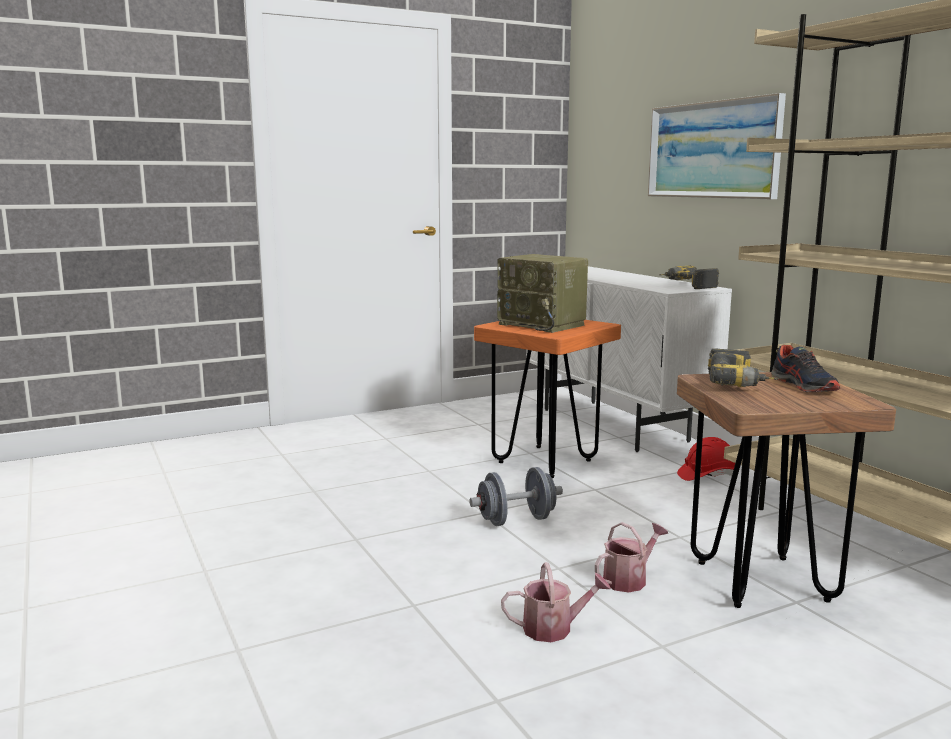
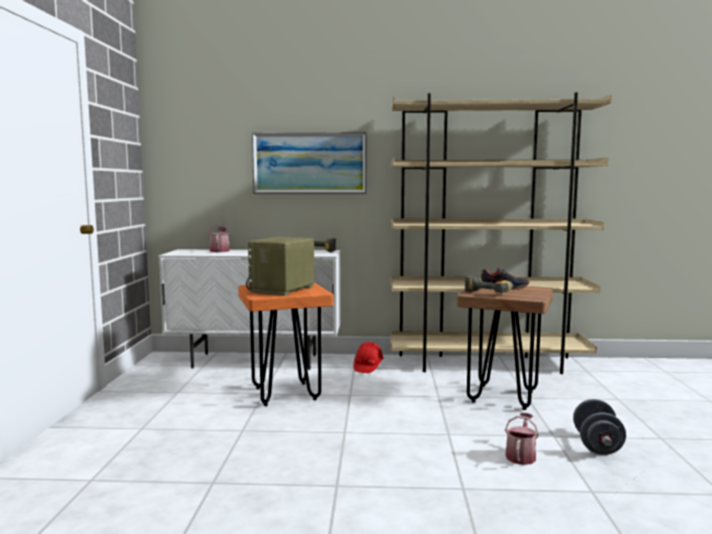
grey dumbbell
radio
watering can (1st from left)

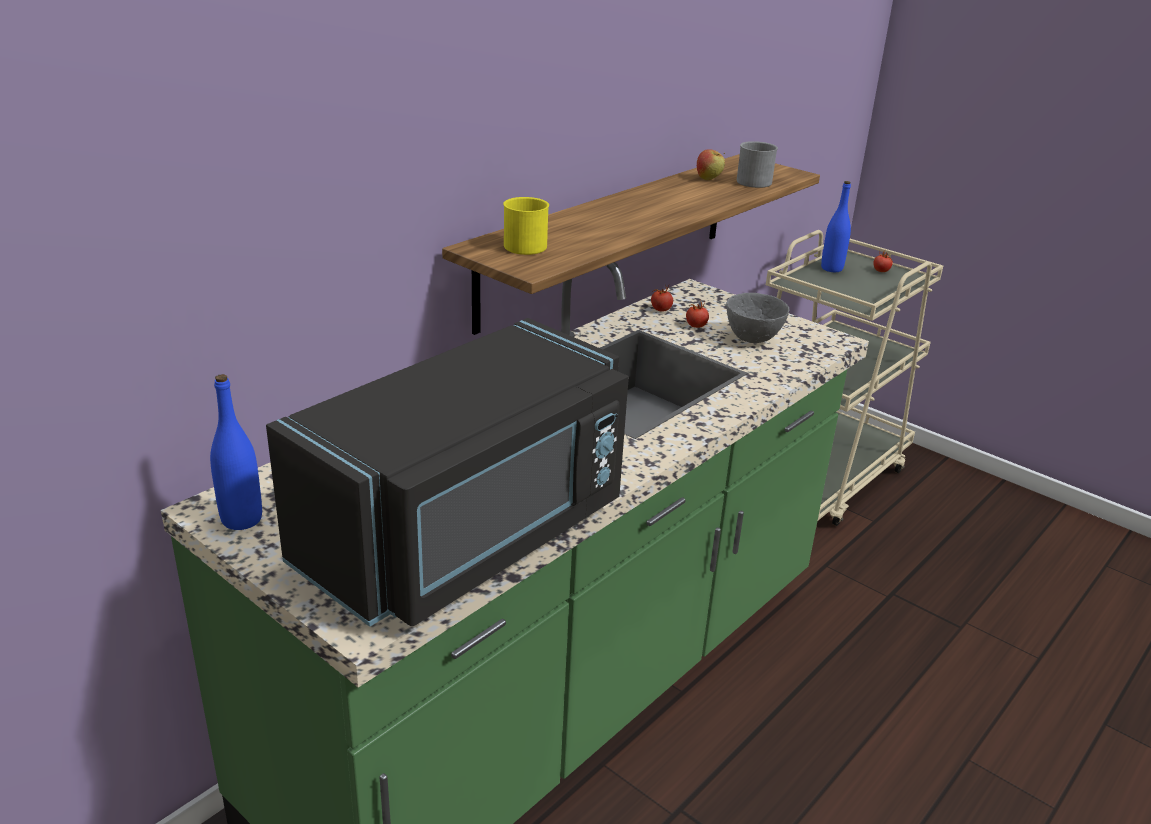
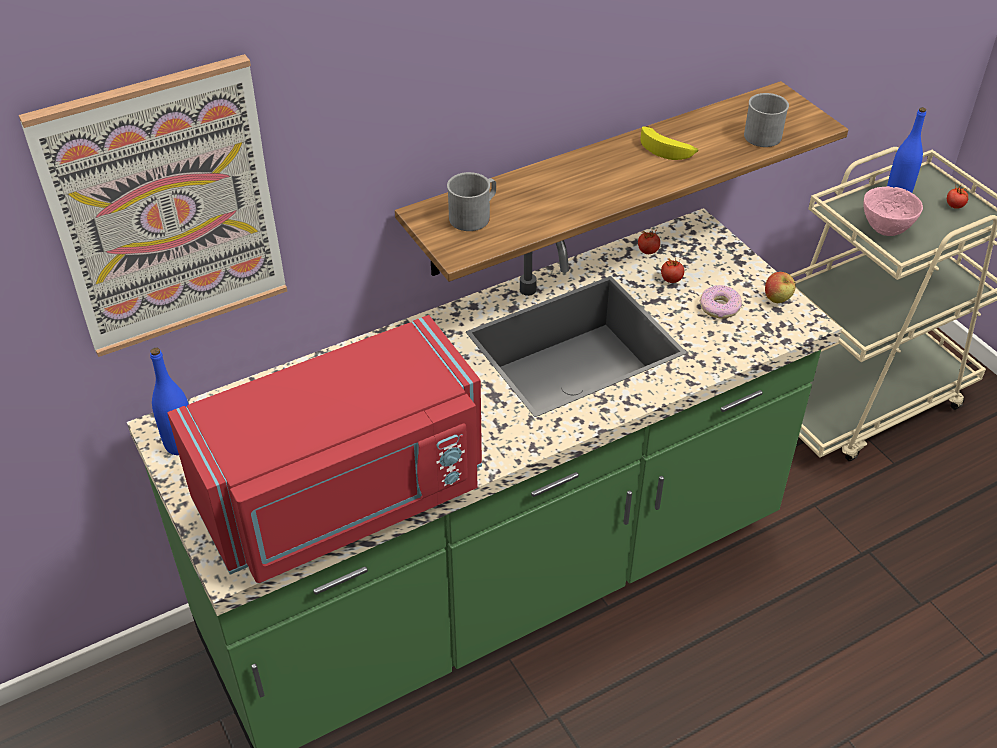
red microwave
grey mug (1st from left)
apple
donut
picture
banana
pink bowl

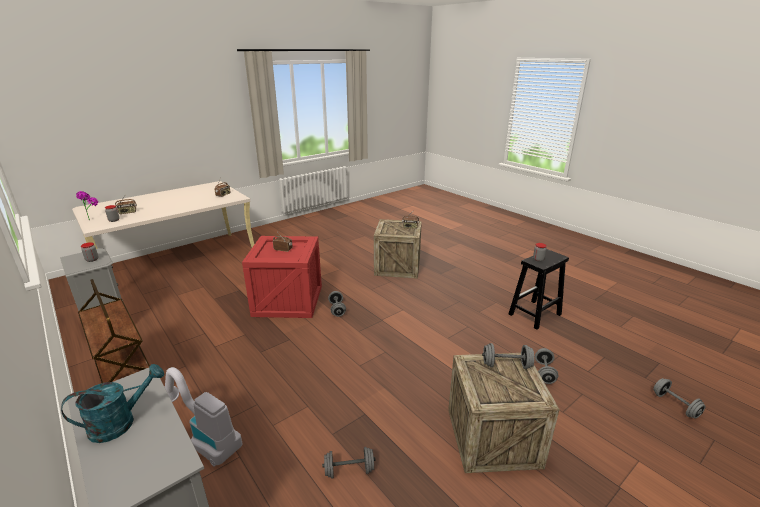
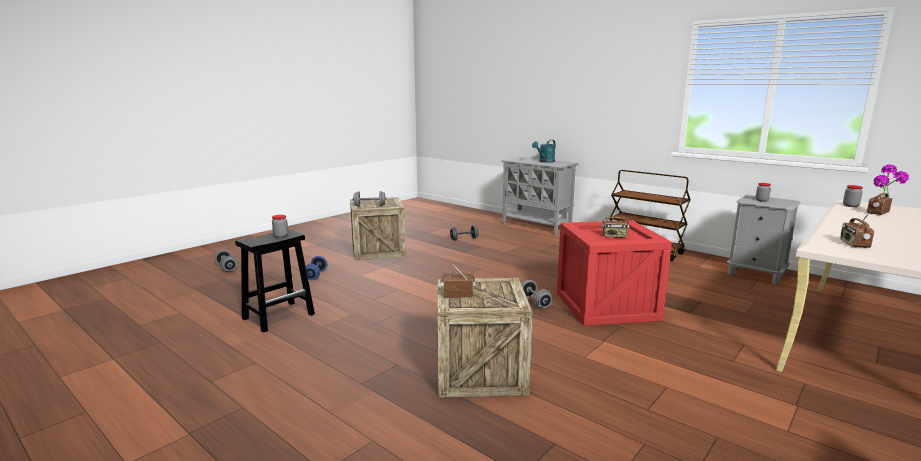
vacuum cleaner
blue dumbbell

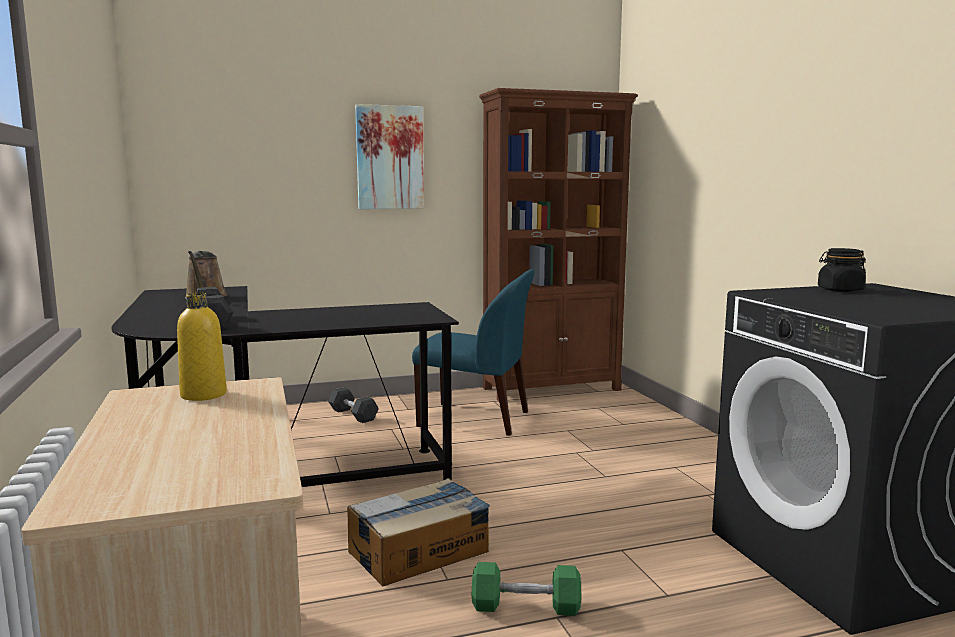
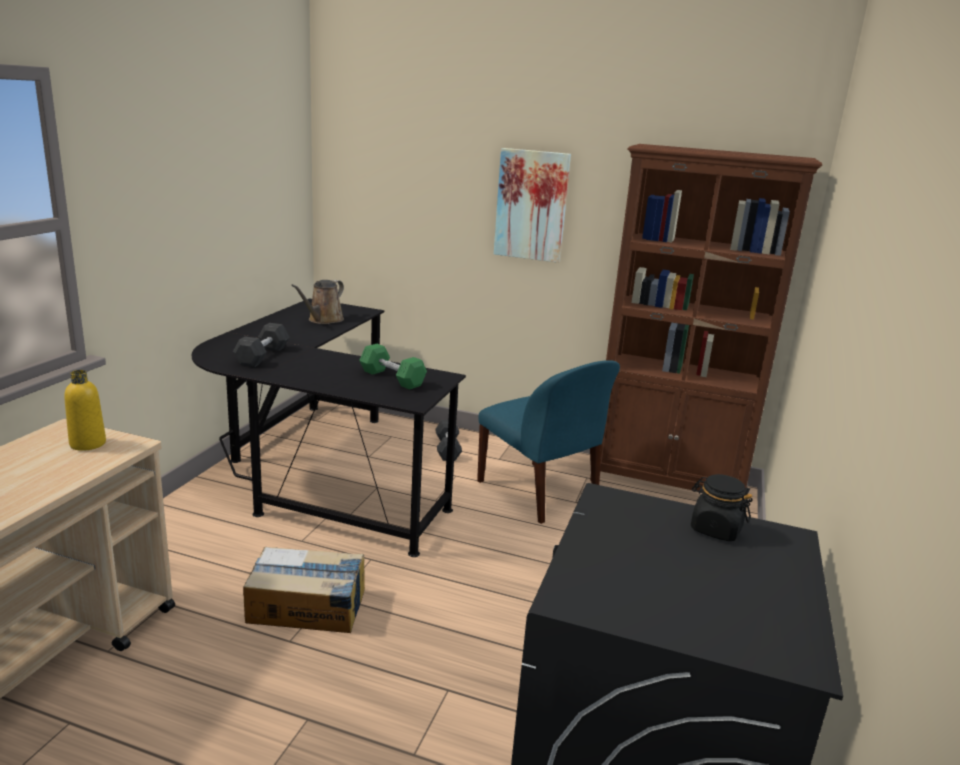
green dumbbell

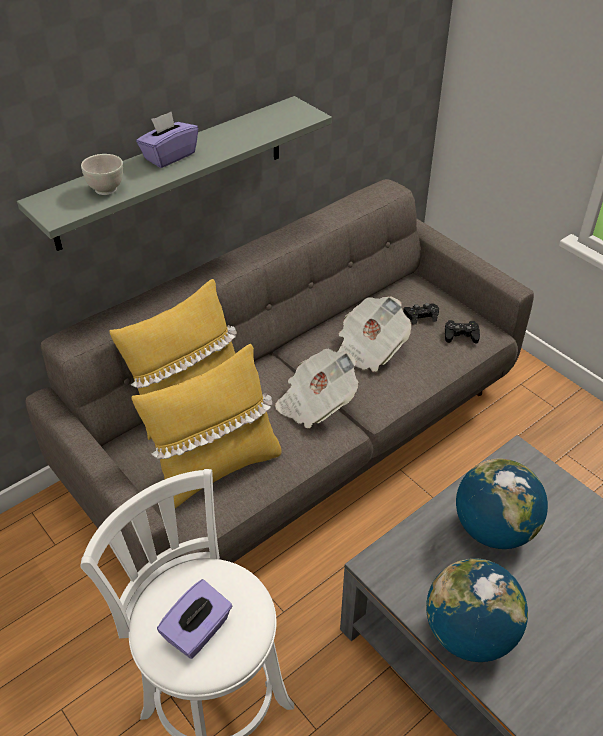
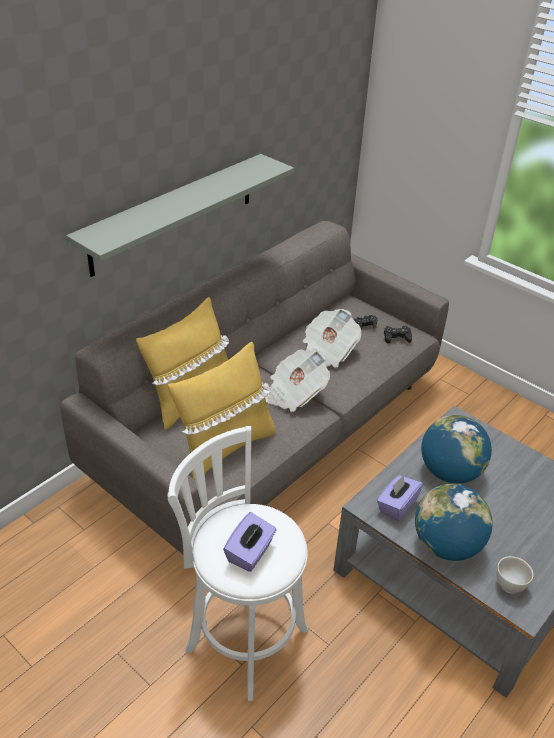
white bowl
purple tissue box (2nd from left)

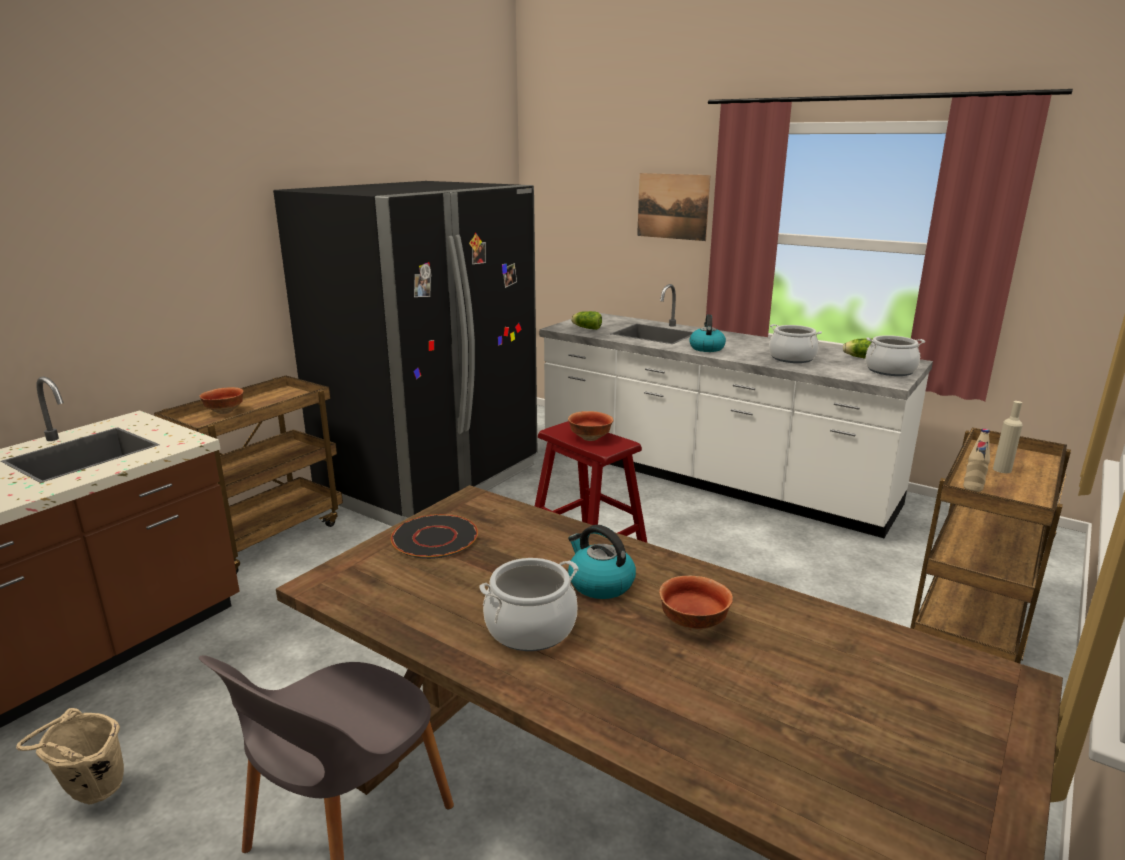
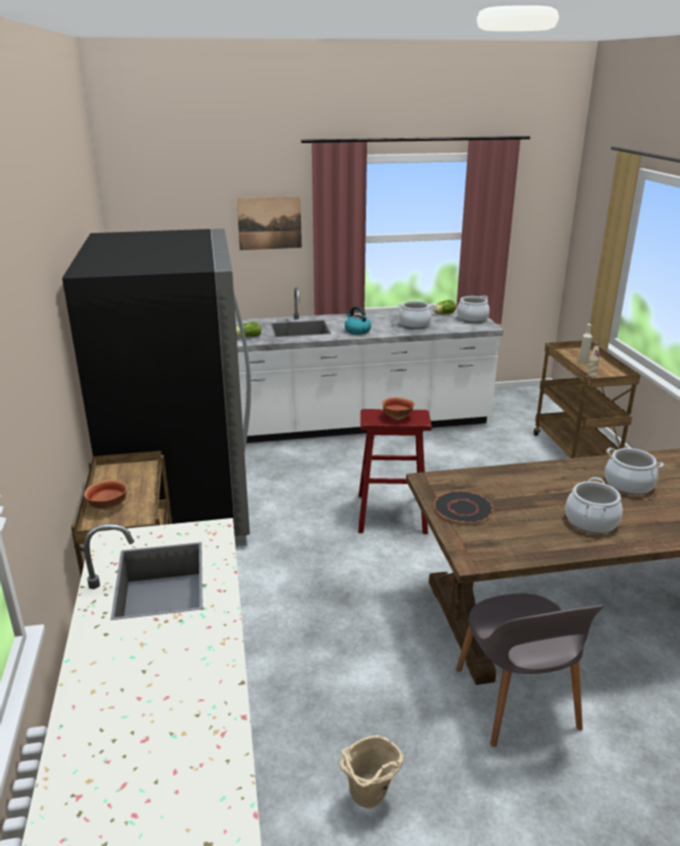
kettle (1st from left in the first image)
cooking pot (4th from left)

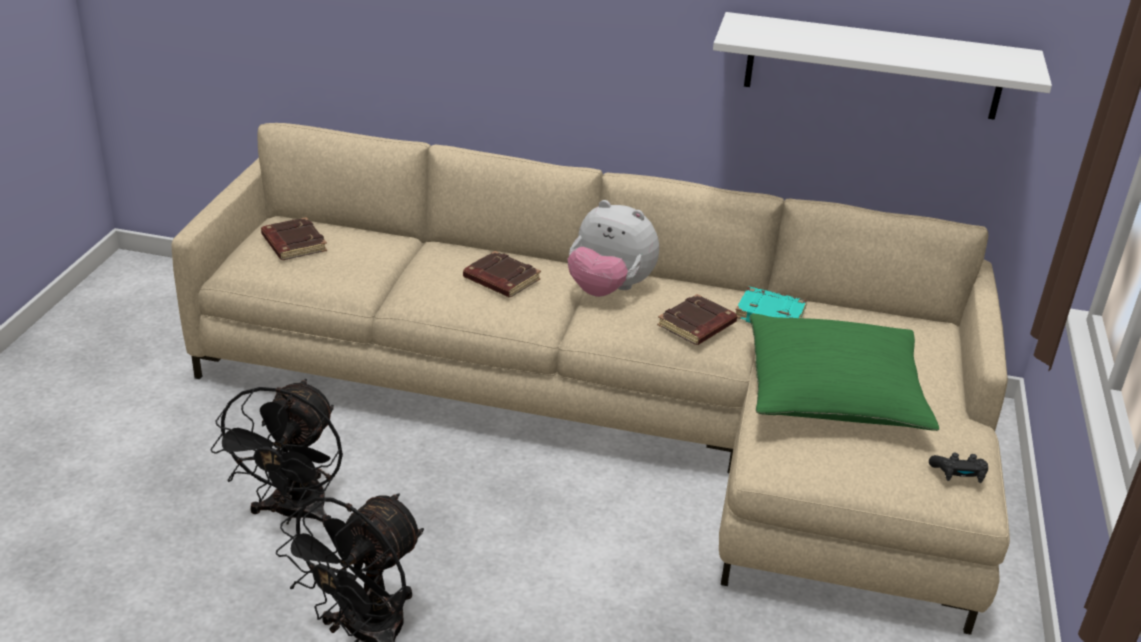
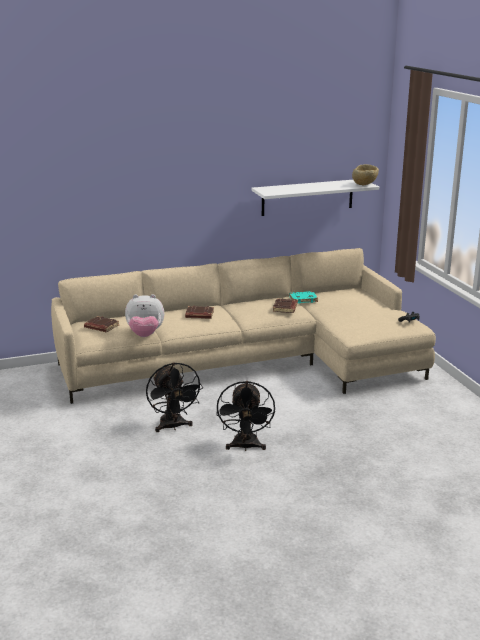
plush toy
green pillow
beige bowl

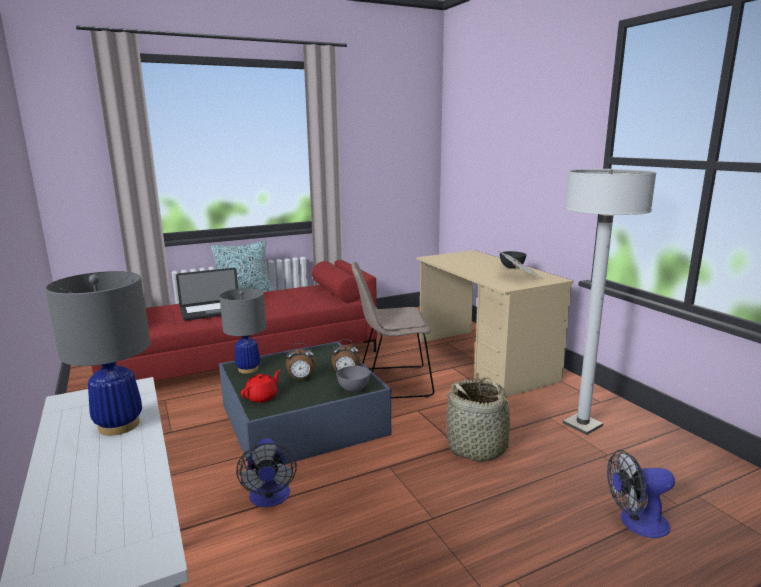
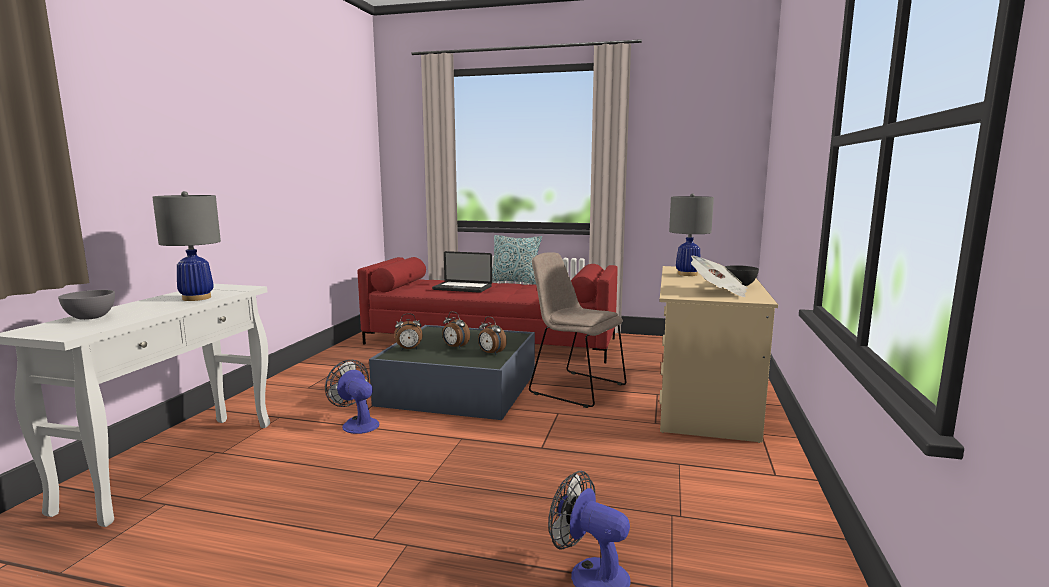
grey table lamp (2nd from left)
fan (1st from left)
alarm clock (1st from left)
grey bowl (1st from left)
basket
white floor lamp

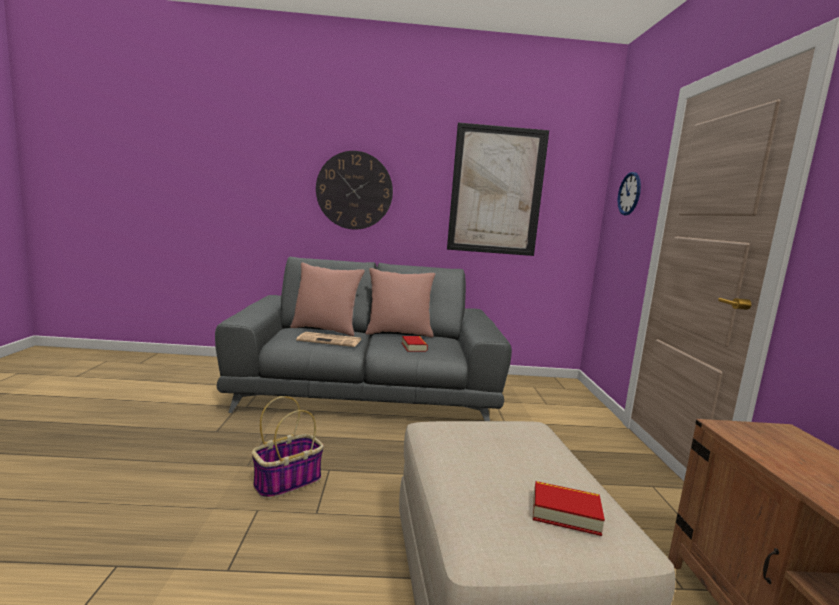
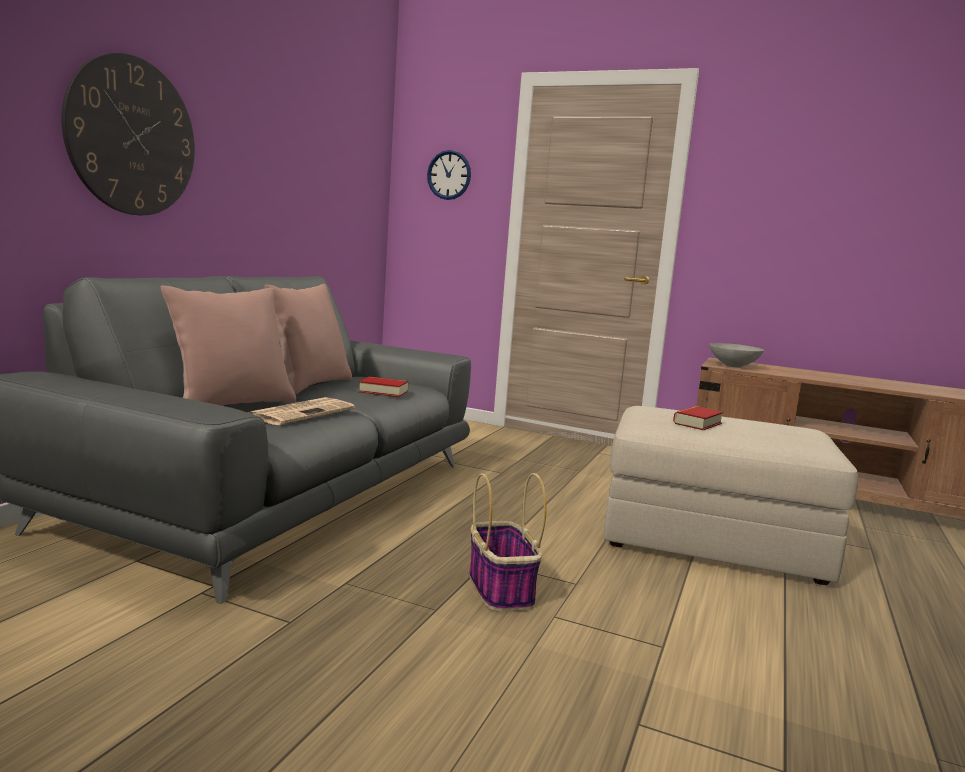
picture
book (2nd from left)
grey bowl

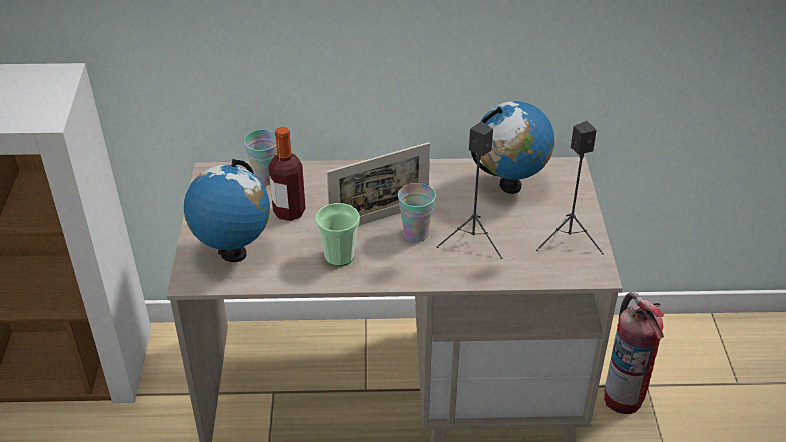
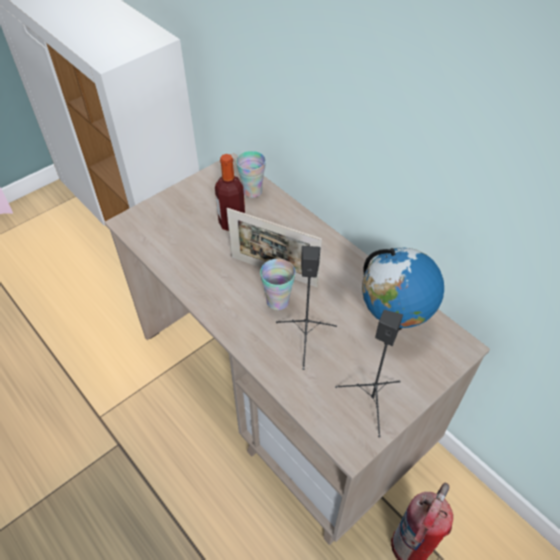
globe (1st from left in the first image)
cup (2nd from left in the first image)

